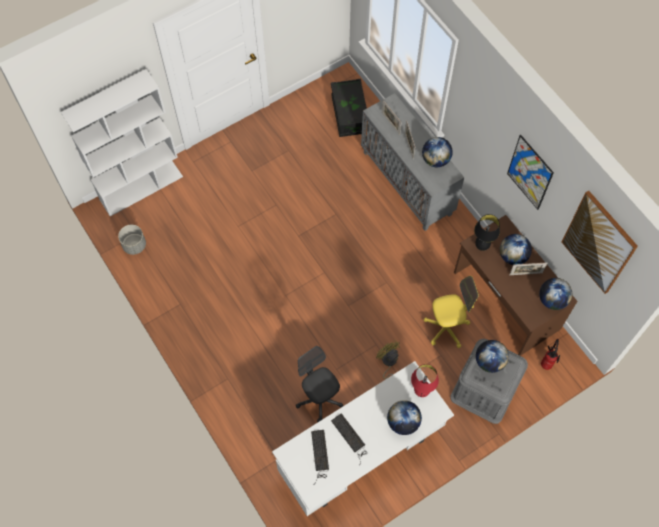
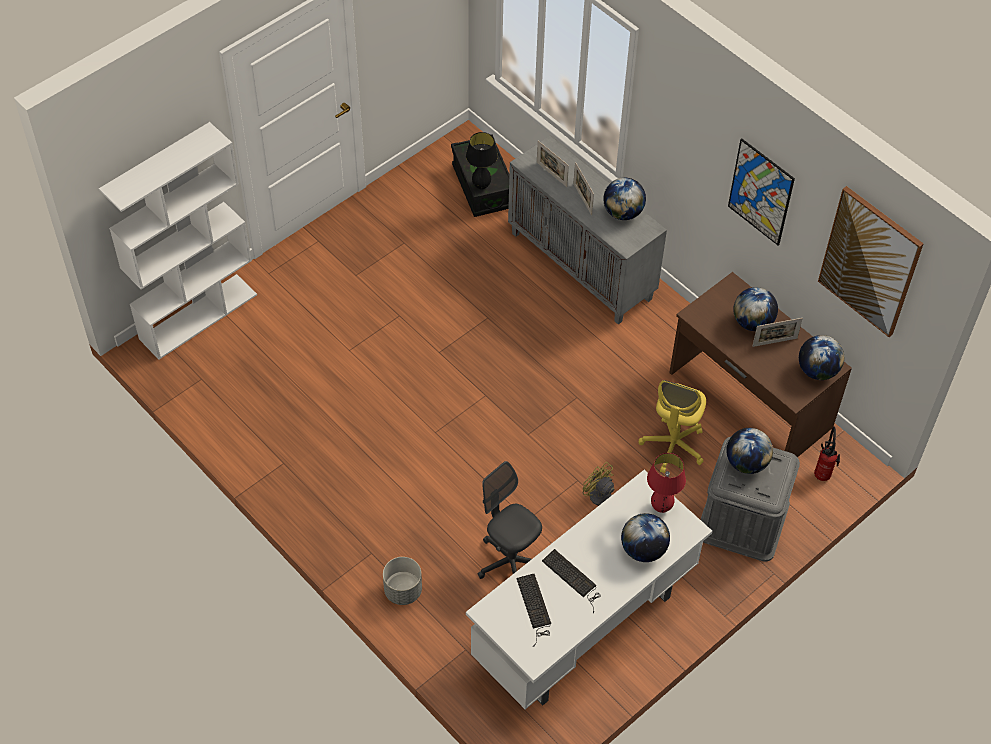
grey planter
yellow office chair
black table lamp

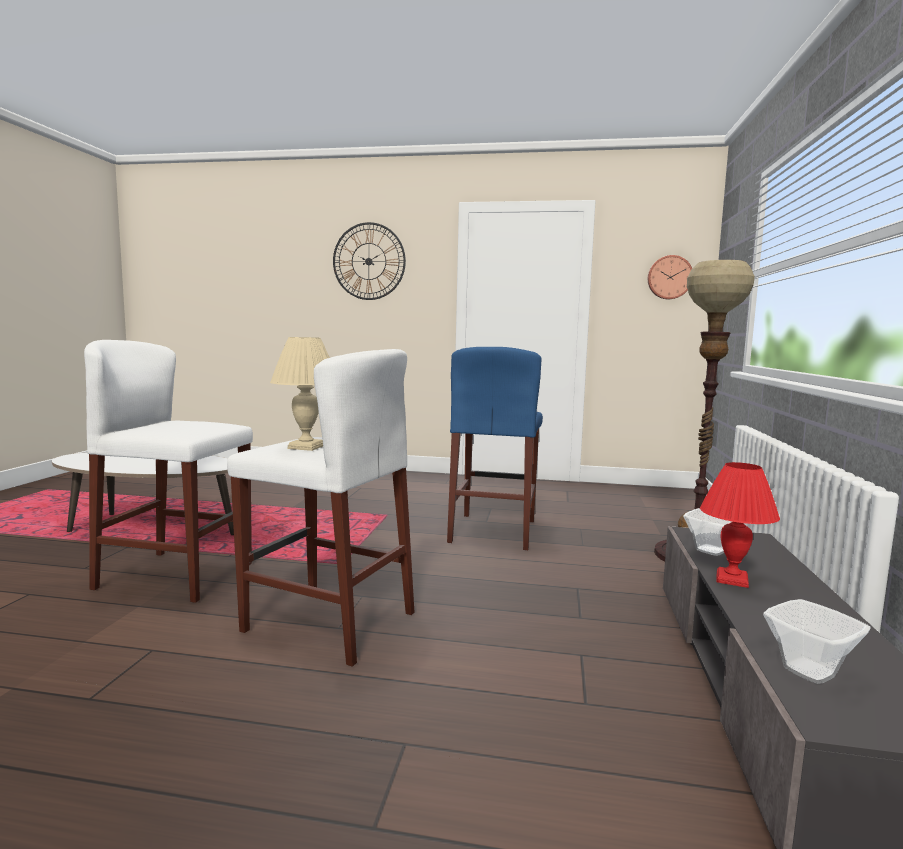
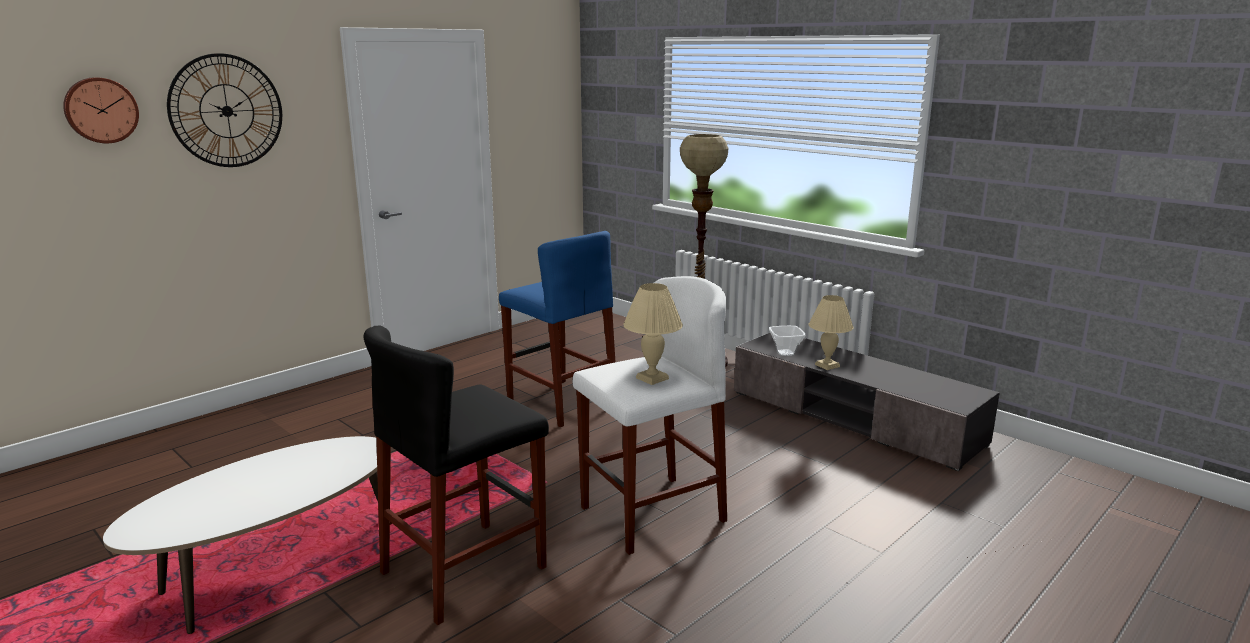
black stool
wall clock (1st from left)
beige table lamp (2nd from left)
bowl (2nd from left in the first image)

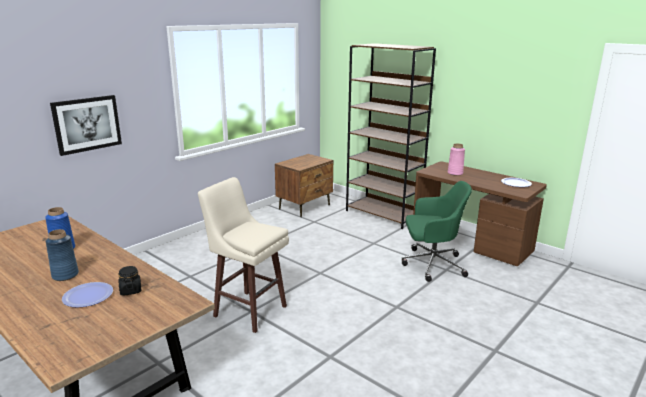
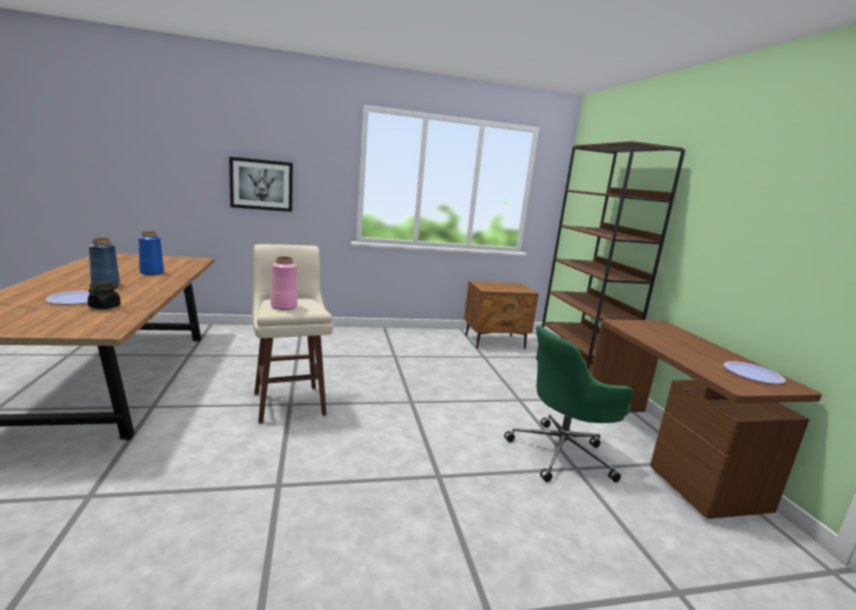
green office chair
pink vase

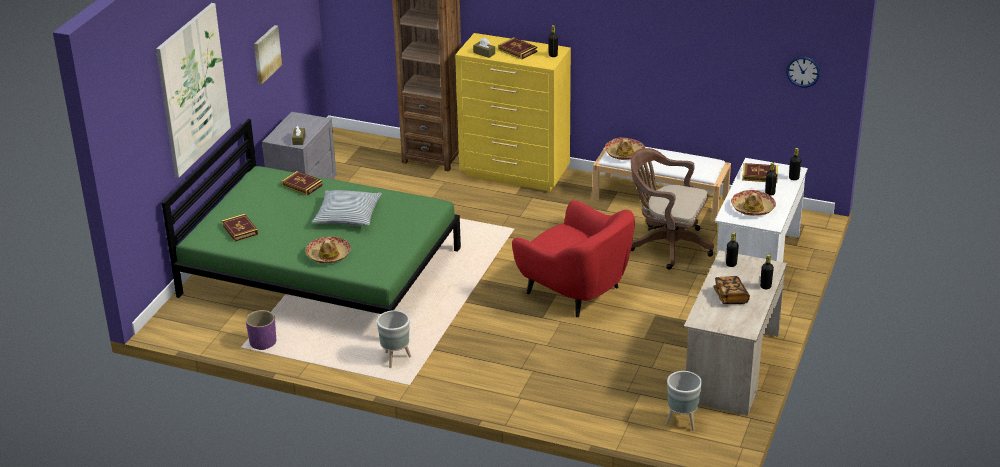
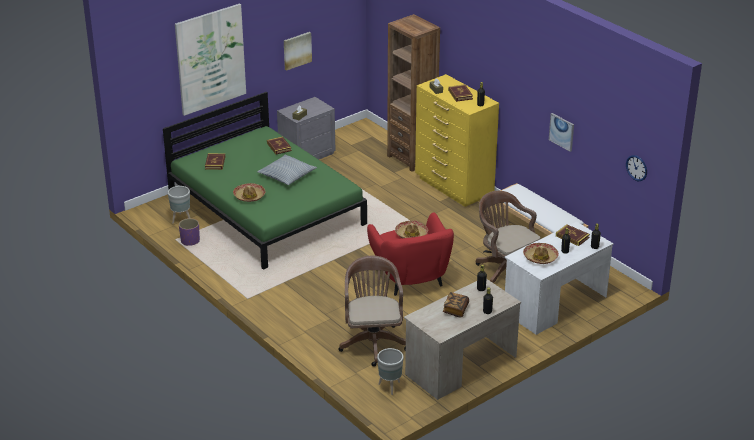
grey planter (1st from left)
hat (2nd from left)
brown office chair (1st from left)
picture (3rd from left)

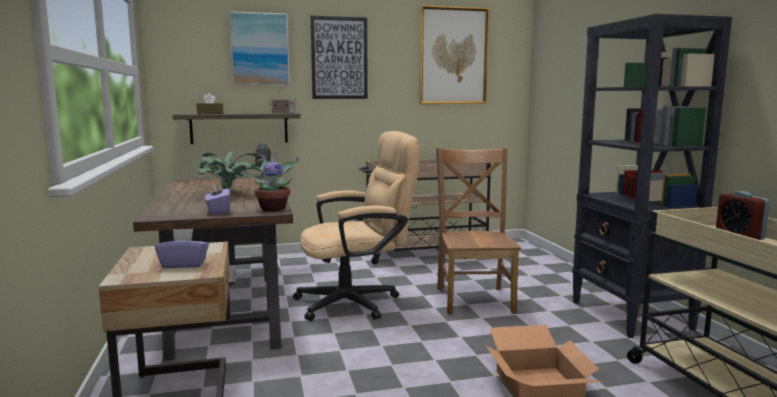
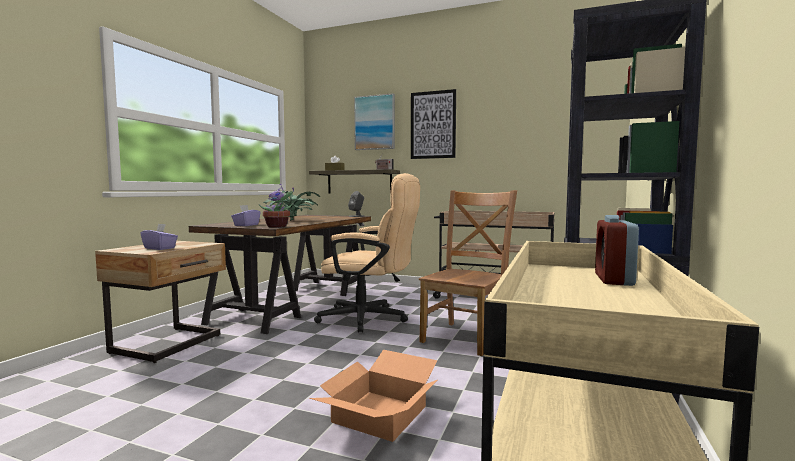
picture (3rd from left in the first image)

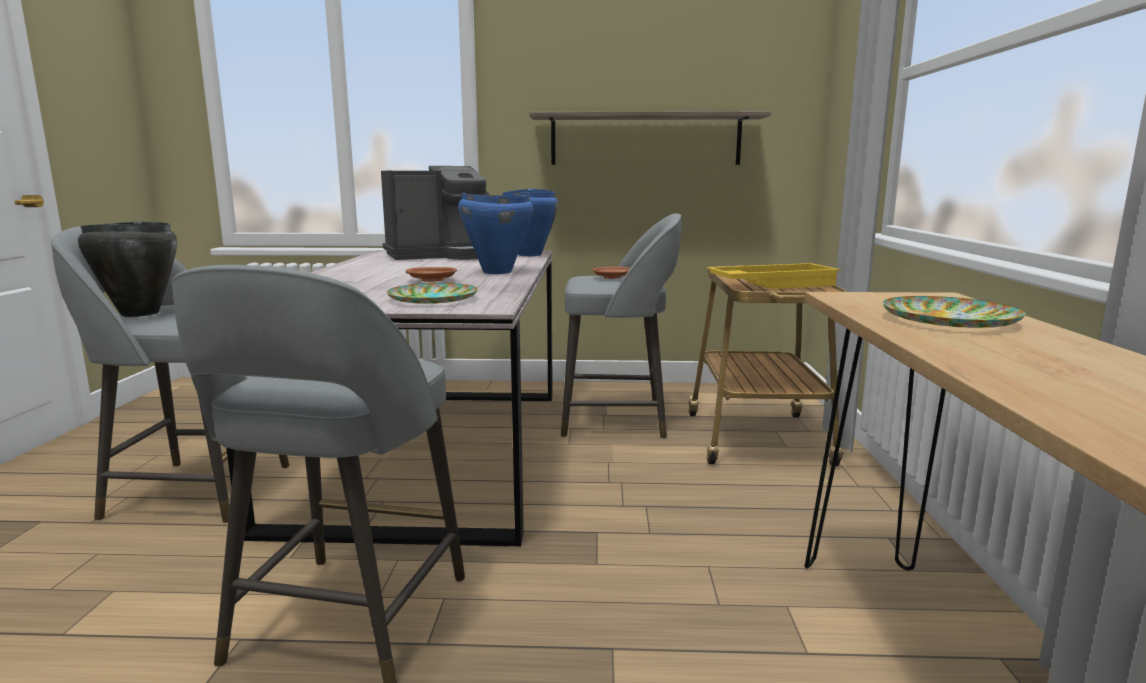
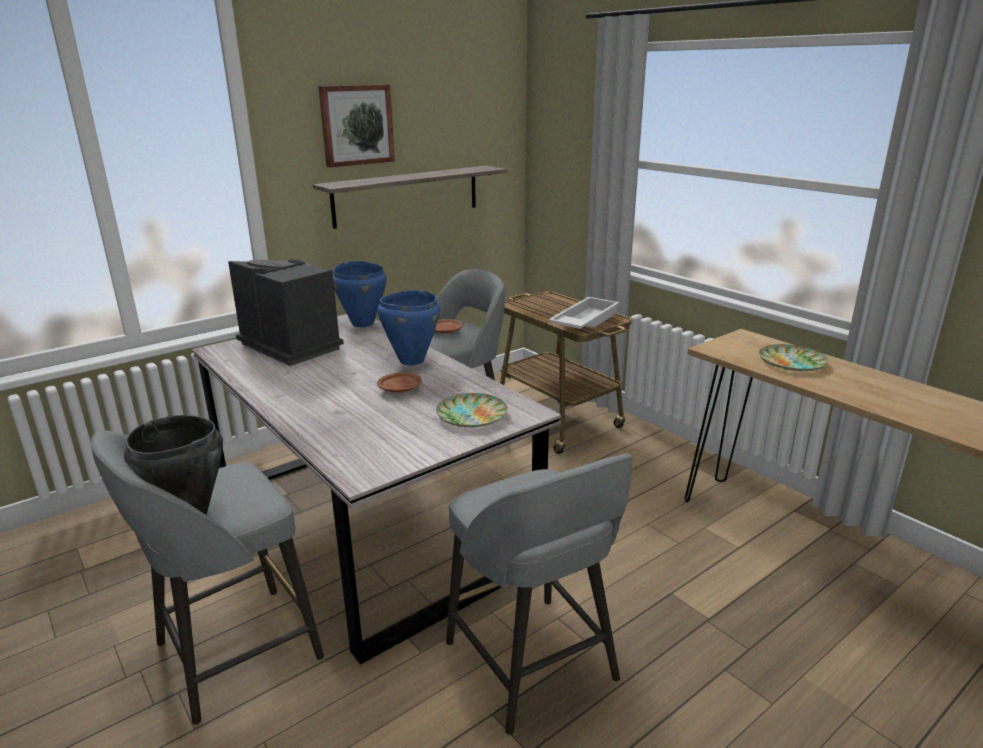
coffee machine
white tray
picture

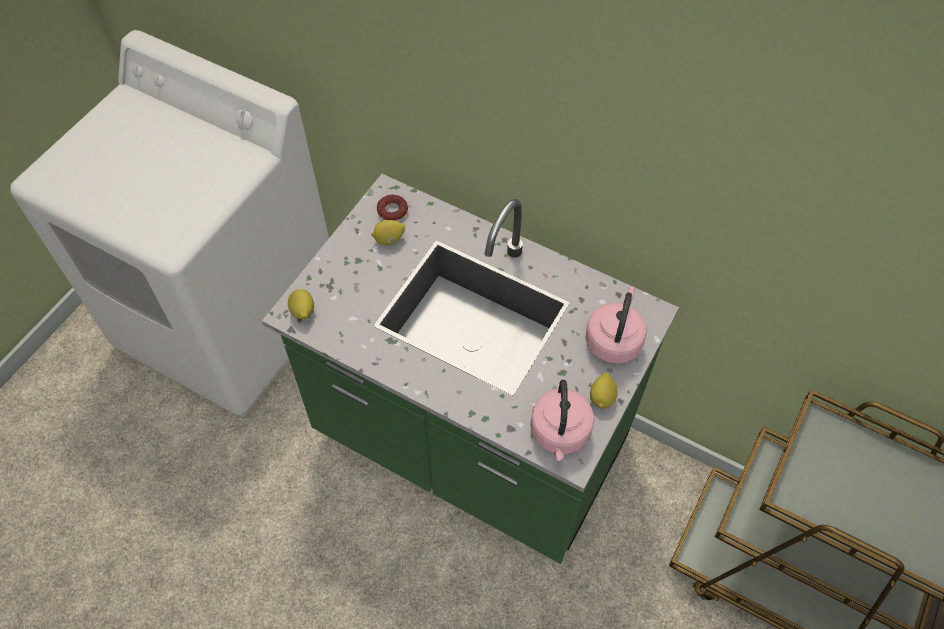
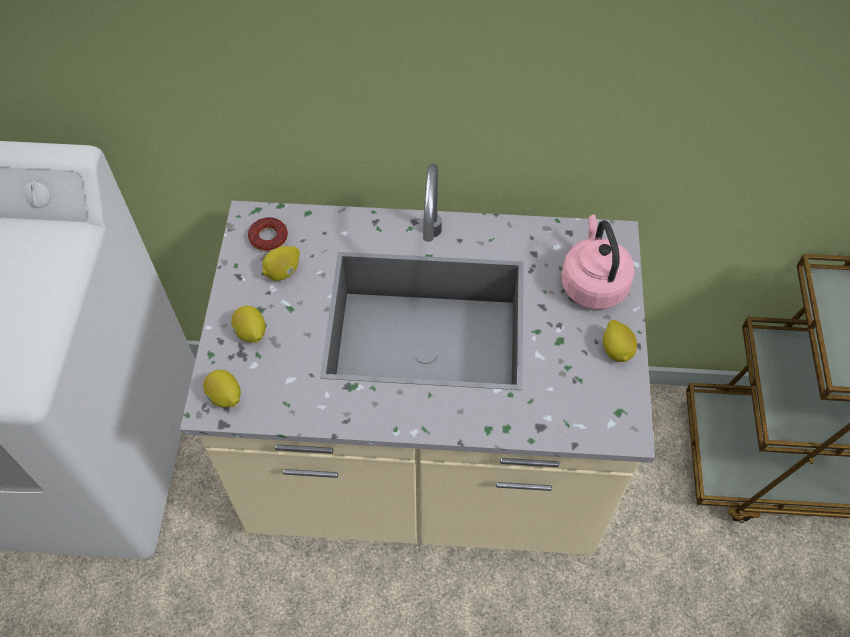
beige counter
pink kettle (1st from left in the first image)
lemon (2nd from left)

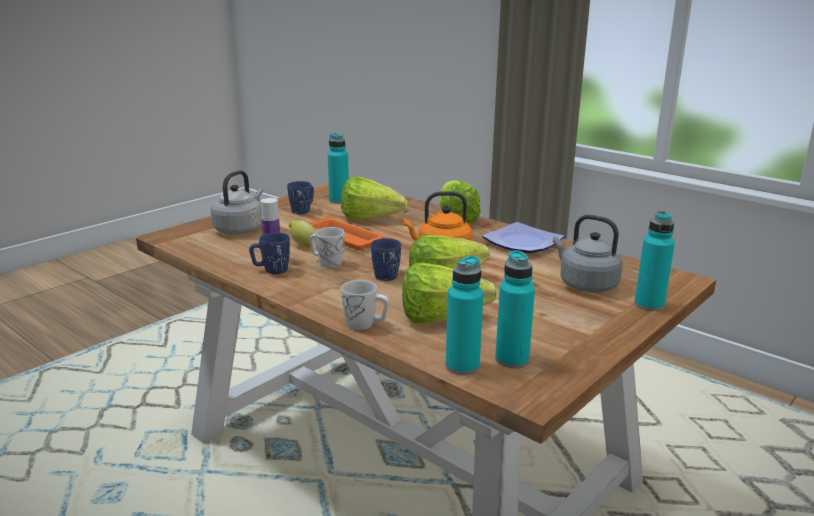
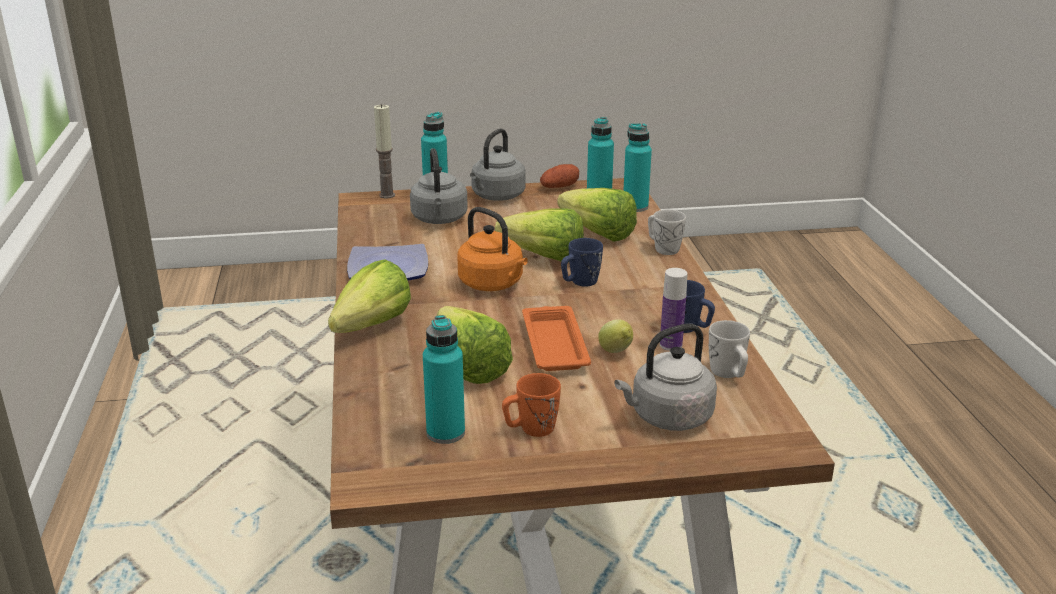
orange mug
white mug (2nd from left)
candle
grey kettle (2nd from left)
potato

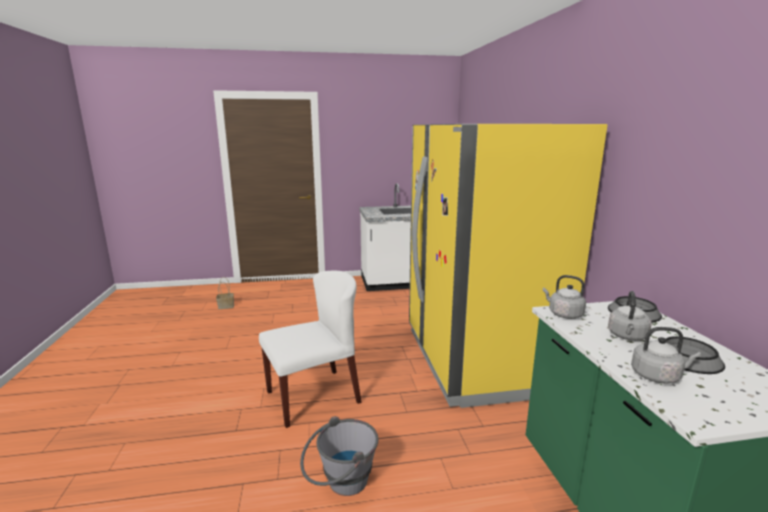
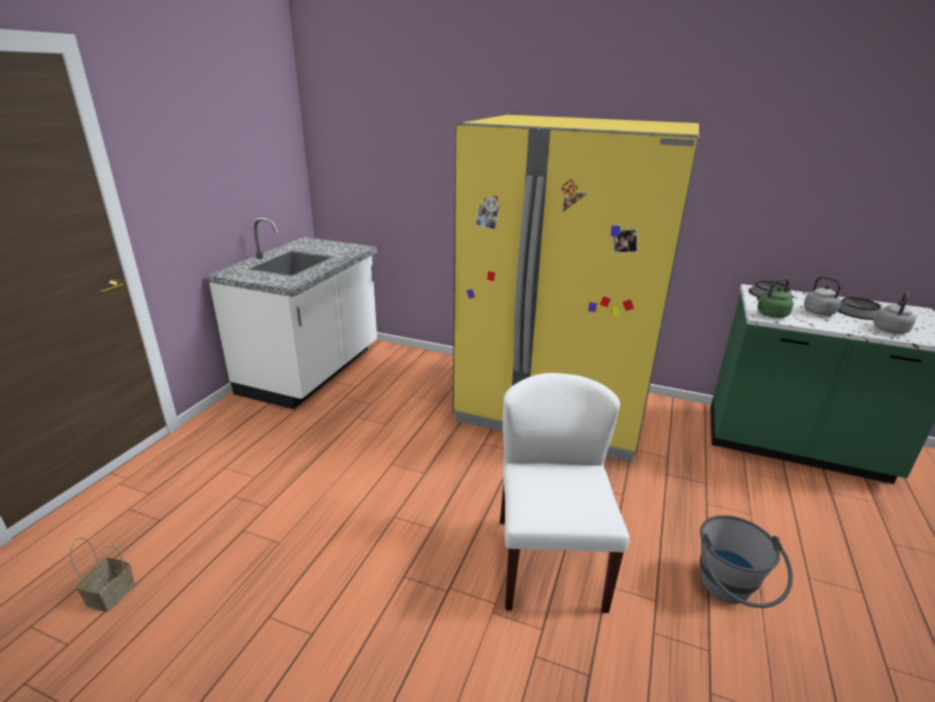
green kettle

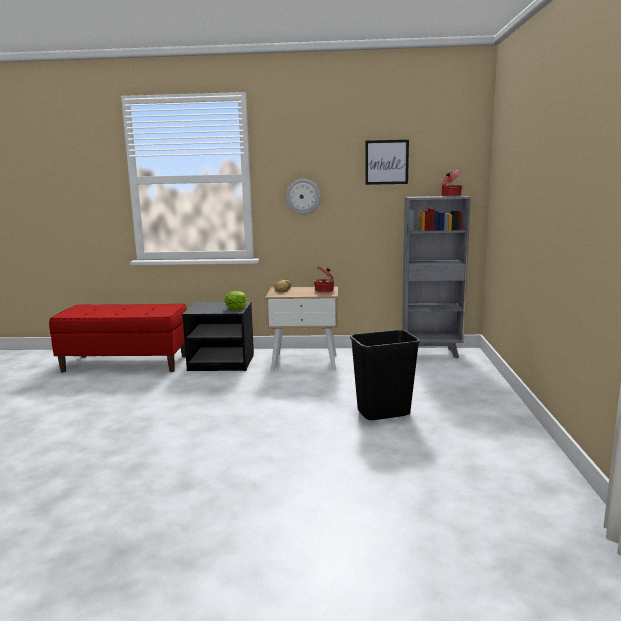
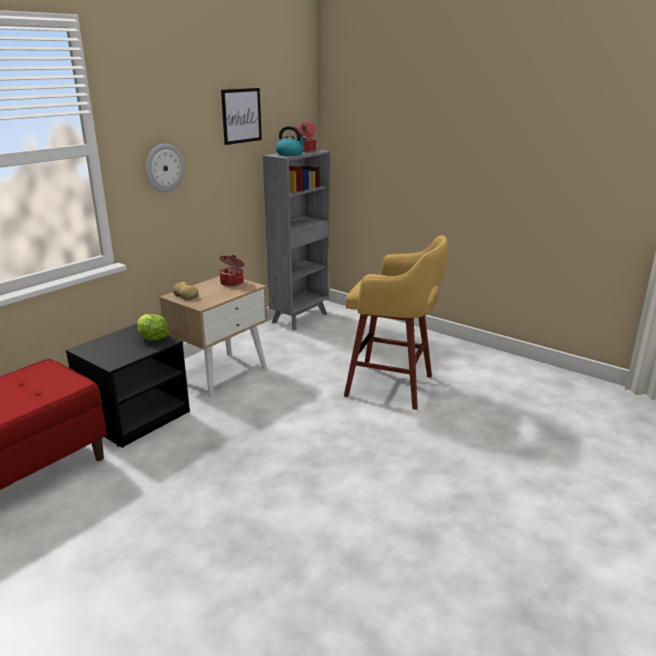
yellow stool
kettle

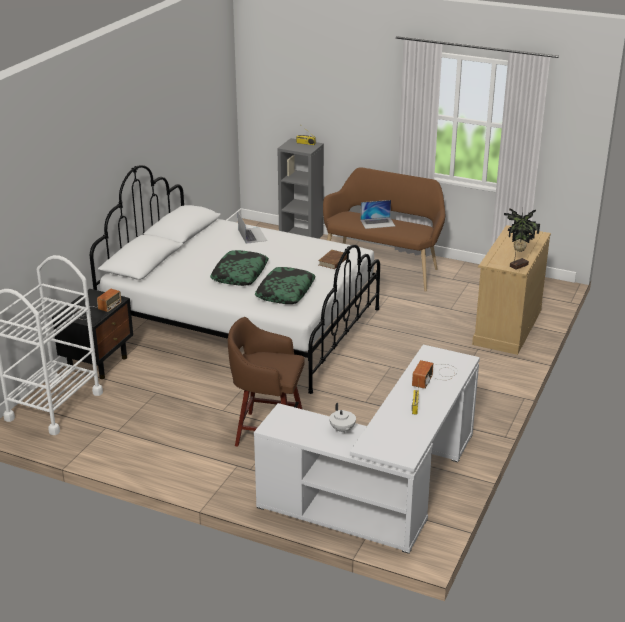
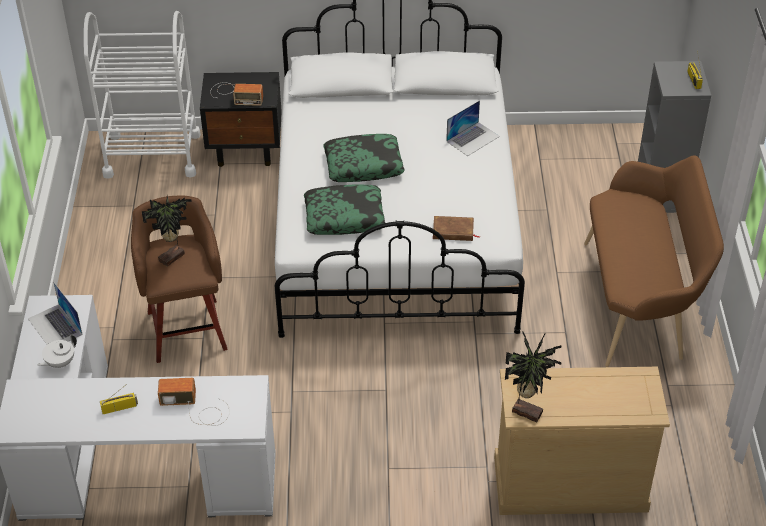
laptop (1st from left)
potted plant (1st from left)

